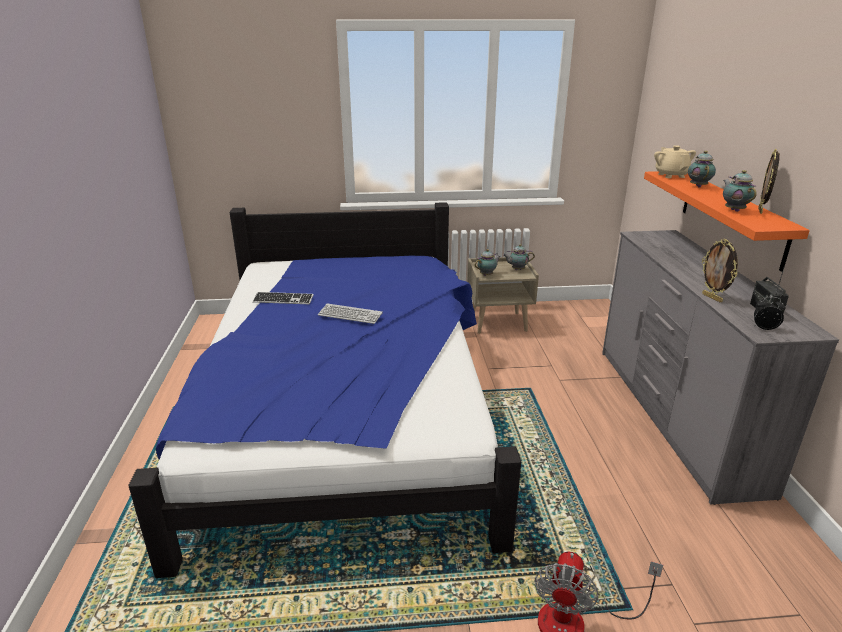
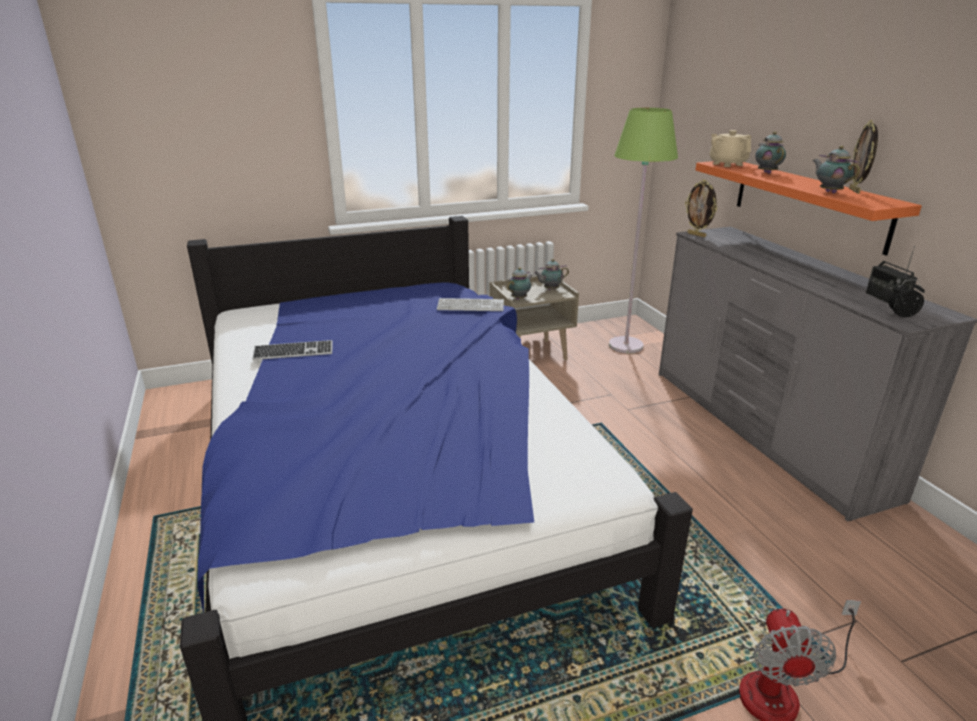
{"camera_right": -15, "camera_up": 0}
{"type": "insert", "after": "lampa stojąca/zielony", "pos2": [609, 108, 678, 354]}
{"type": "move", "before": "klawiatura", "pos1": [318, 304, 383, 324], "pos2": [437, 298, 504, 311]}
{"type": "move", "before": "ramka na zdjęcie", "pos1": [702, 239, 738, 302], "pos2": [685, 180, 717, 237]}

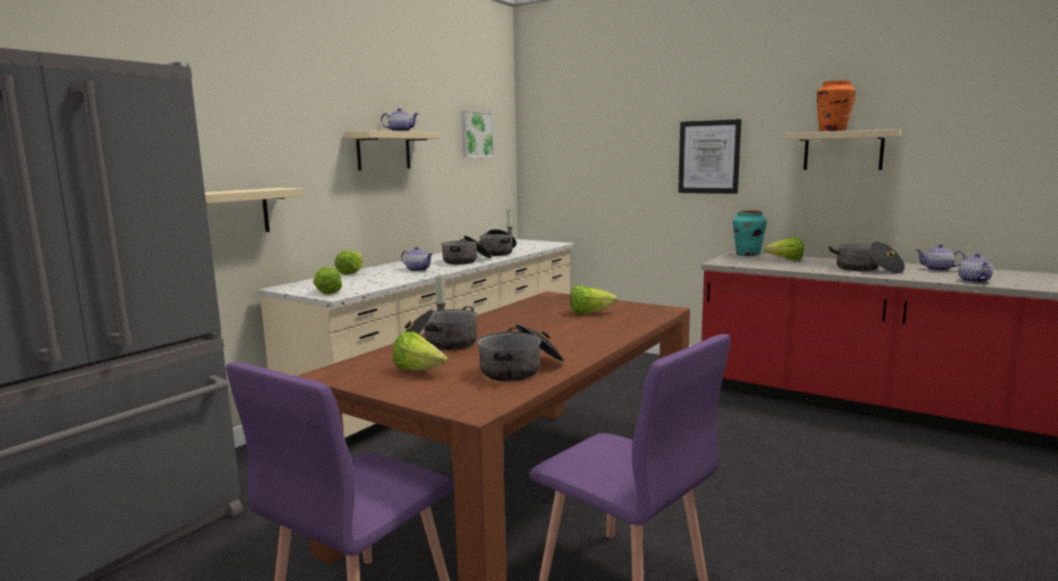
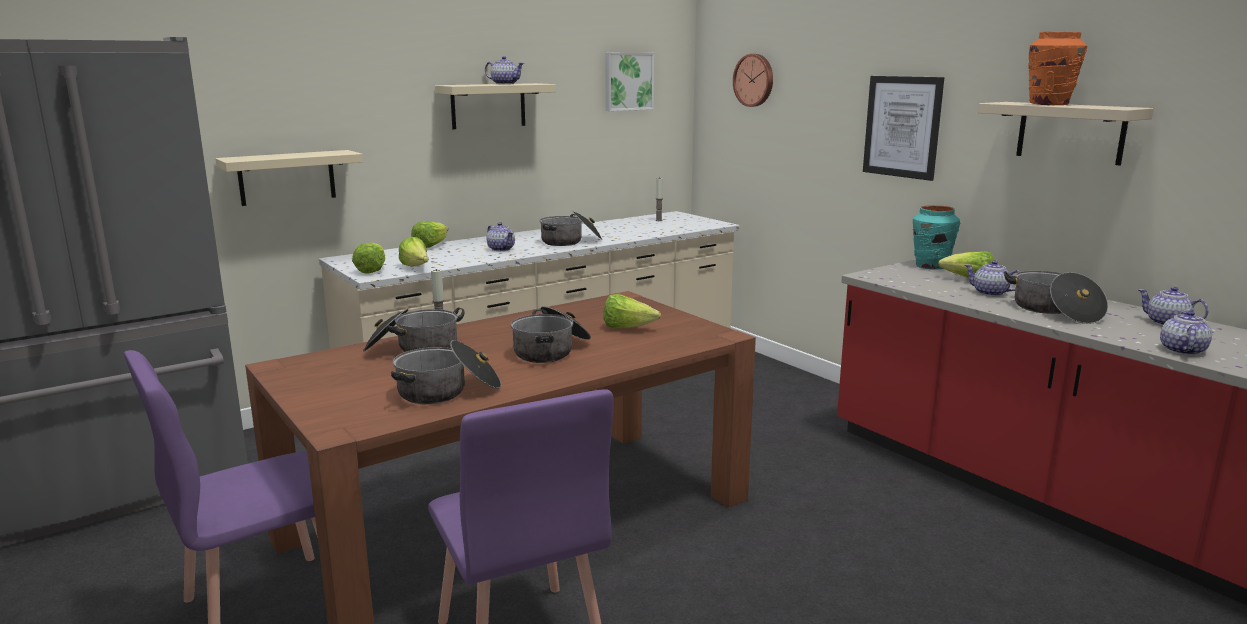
{"camera_right": 20, "camera_up": 5}
{"type": "insert", "after": "zegar ścienny", "pos2": [733, 54, 773, 107]}
{"type": "insert", "after": "imbryk", "pos2": [964, 260, 1020, 296]}
{"type": "move", "before": "sałata", "pos1": [393, 332, 448, 371], "pos2": [399, 237, 429, 267]}
{"type": "move", "before": "garnek", "pos1": [480, 229, 517, 256], "pos2": [511, 306, 591, 363]}

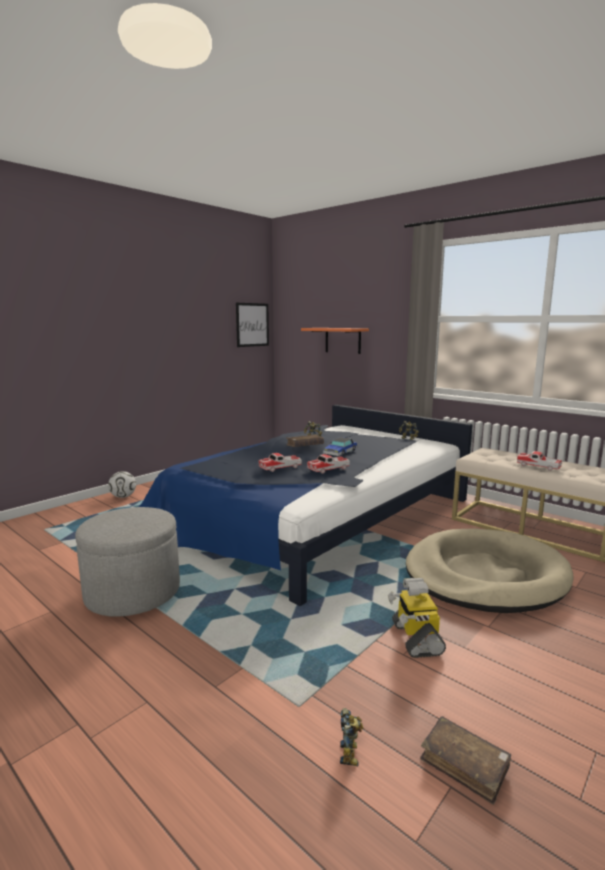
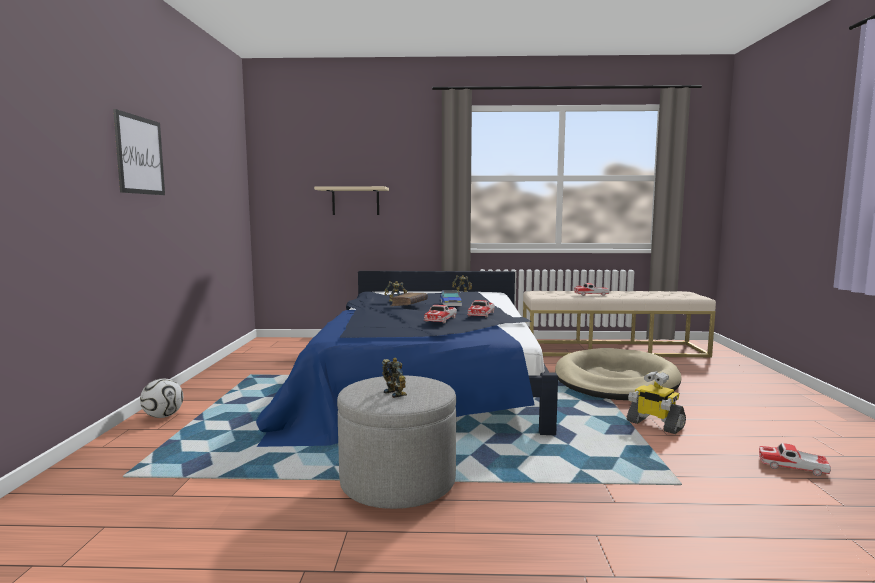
{"camera_right": -40, "camera_up": -5}
{"type": "move", "before": "obraz", "pos1": [236, 303, 269, 347], "pos2": [113, 109, 165, 195]}
{"type": "move", "before": "robot zabawkowy", "pos1": [340, 708, 364, 766], "pos2": [382, 358, 407, 398]}
{"type": "replace", "before": "książka/brązowy", "after": "samochodzik", "pos1": [420, 716, 511, 805], "pos2": [759, 443, 831, 476]}
{"type": "recolor", "before": "półka/pomarańczowy", "after": "półka/beżowy", "pos1": [301, 328, 369, 354], "pos2": [314, 186, 389, 215]}

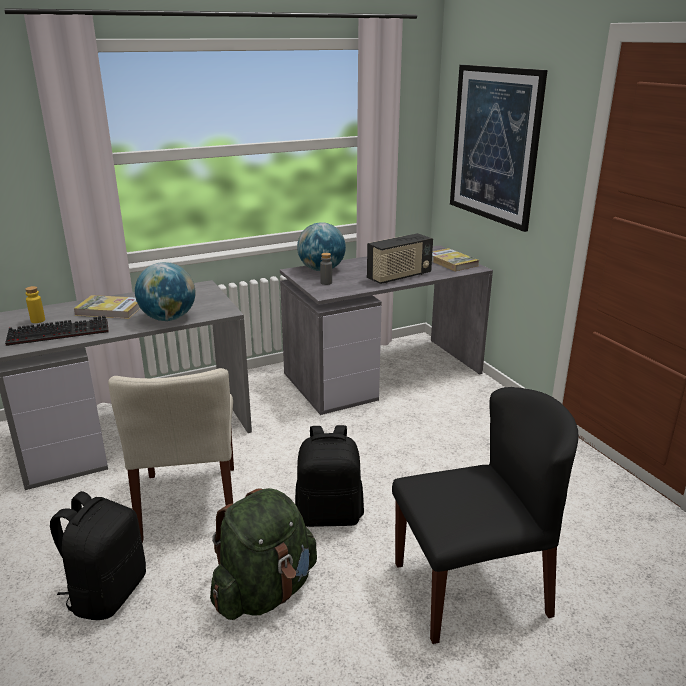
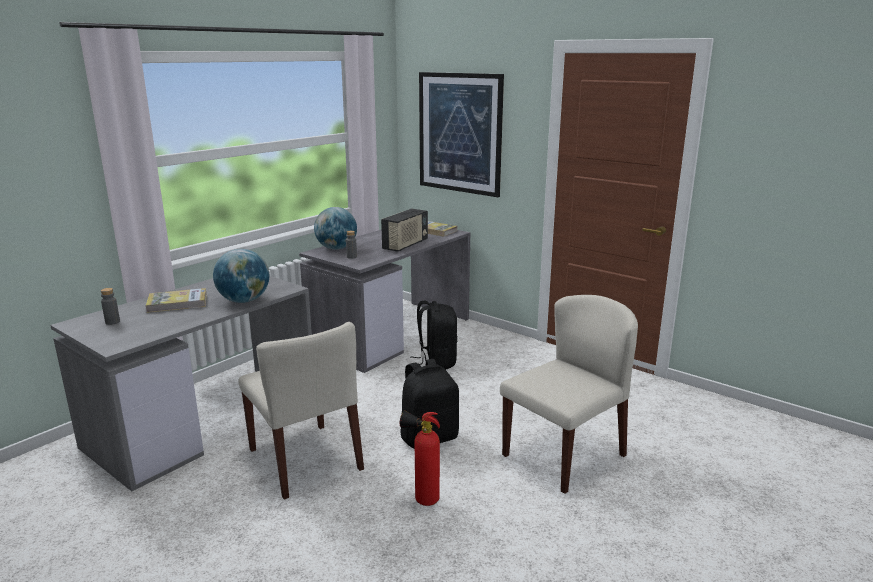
{"camera_right": -25, "camera_up": -5}
{"type": "delete", "before": "klawiatura", "pos1": [5, 316, 109, 346]}
{"type": "move", "before": "plecak/czarny", "pos1": [50, 491, 146, 620], "pos2": [410, 301, 458, 369]}
{"type": "replace", "before": "plecak/zielony", "after": "gaśnica", "pos1": [210, 488, 317, 620], "pos2": [400, 411, 440, 506]}
{"type": "recolor", "before": "butelka/żółty", "after": "butelka/szary", "pos1": [25, 286, 45, 323], "pos2": [101, 288, 120, 325]}
{"type": "recolor", "before": "krzesło/czarny", "after": "krzesło/beżowy", "pos1": [392, 387, 579, 644], "pos2": [500, 295, 638, 494]}

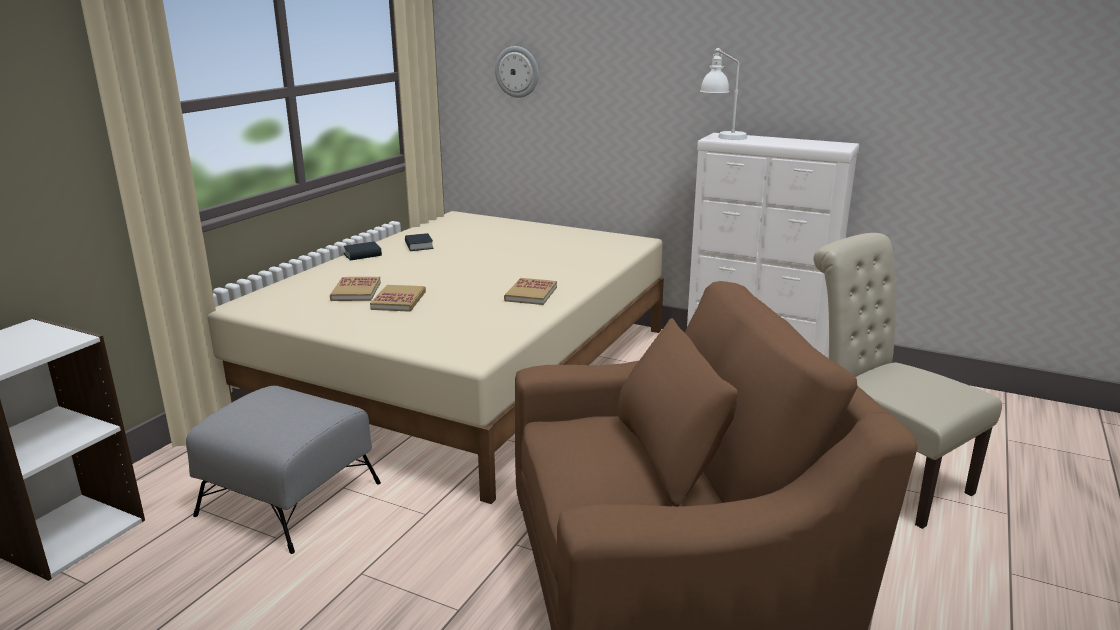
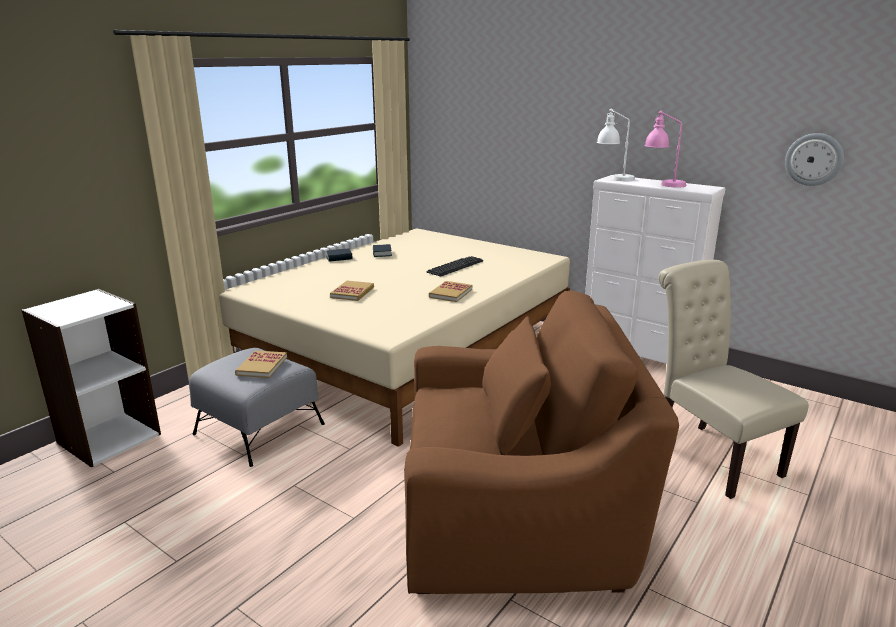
{"camera_right": 10, "camera_up": 0}
{"type": "insert", "after": "klawiatura", "pos2": [426, 256, 483, 276]}
{"type": "insert", "after": "lampa stołowa/różowy", "pos2": [644, 111, 686, 187]}
{"type": "move", "before": "książka", "pos1": [330, 277, 381, 301], "pos2": [235, 350, 287, 378]}
{"type": "move", "before": "zegar ścienny", "pos1": [495, 46, 539, 98], "pos2": [785, 133, 844, 186]}

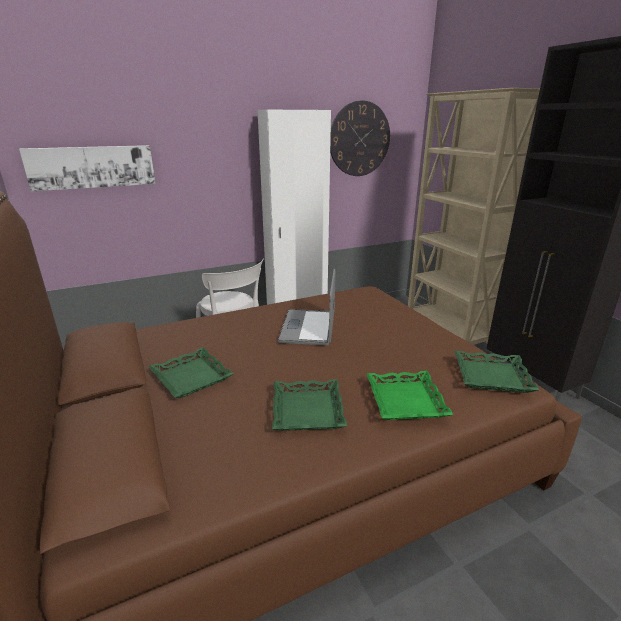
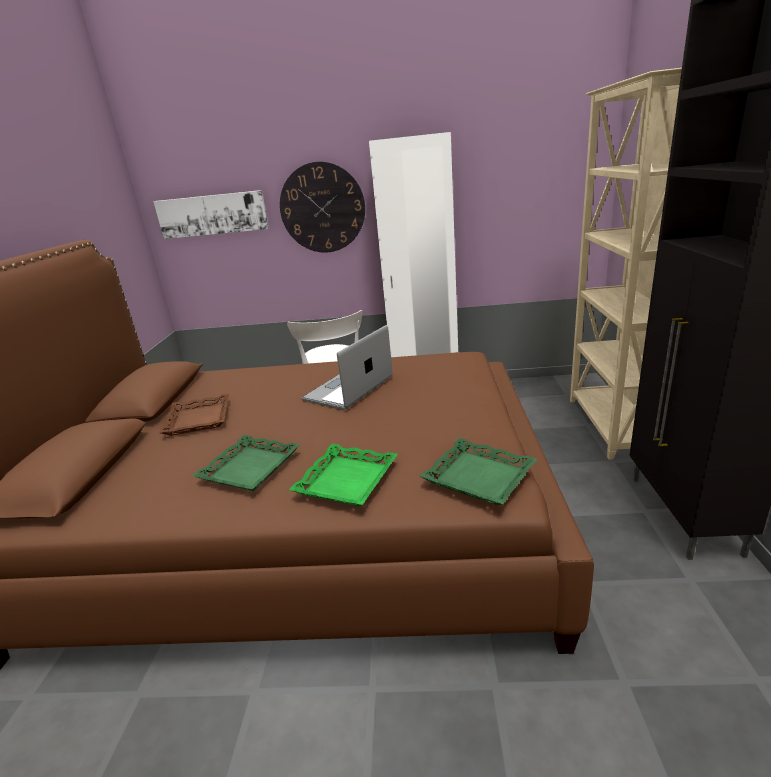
{"camera_right": 30, "camera_up": 0}
{"type": "move", "before": "zegar ścienny", "pos1": [330, 100, 390, 176], "pos2": [280, 162, 365, 253]}
{"type": "recolor", "before": "taca/zielony", "after": "taca/brązowy", "pos1": [148, 347, 234, 398], "pos2": [159, 394, 229, 436]}

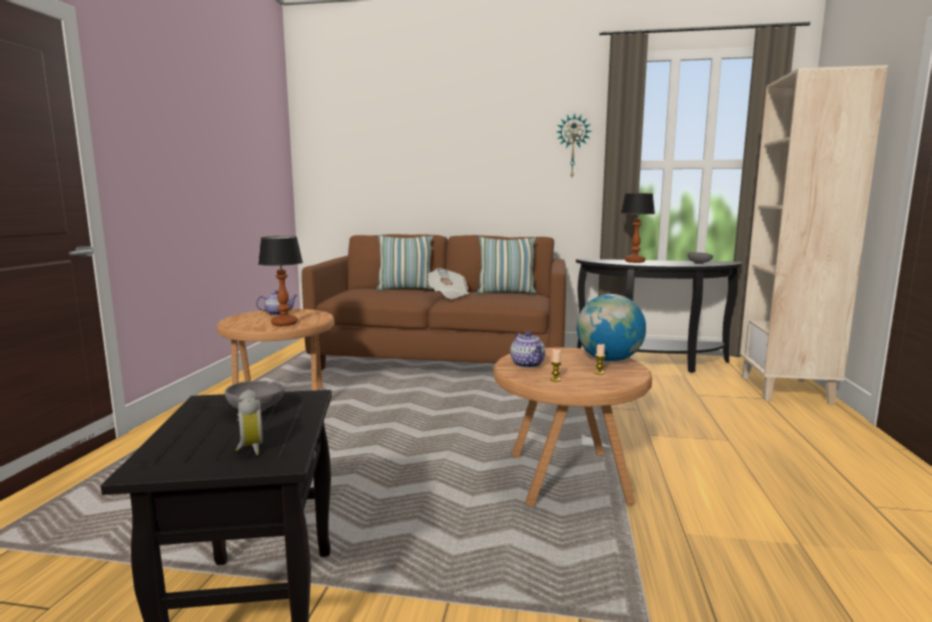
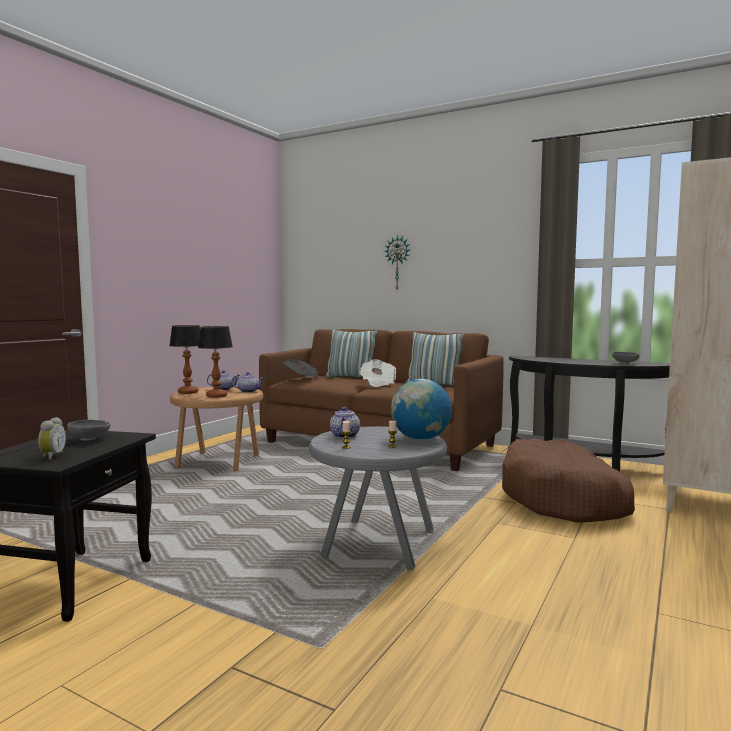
{"camera_right": 20, "camera_up": -5}
{"type": "insert", "after": "imbryk", "pos2": [231, 372, 265, 393]}
{"type": "insert", "after": "gazeta", "pos2": [283, 359, 318, 377]}
{"type": "insert", "after": "legowisko/brązowy", "pos2": [502, 438, 635, 523]}
{"type": "move", "before": "zegar ścienny", "pos1": [557, 113, 592, 177], "pos2": [384, 235, 410, 289]}
{"type": "move", "before": "lampa stołowa", "pos1": [621, 193, 655, 263], "pos2": [169, 325, 200, 394]}
{"type": "recolor", "before": "stolik/brązowy", "after": "stolik/szary", "pos1": [493, 347, 652, 507], "pos2": [309, 426, 447, 570]}

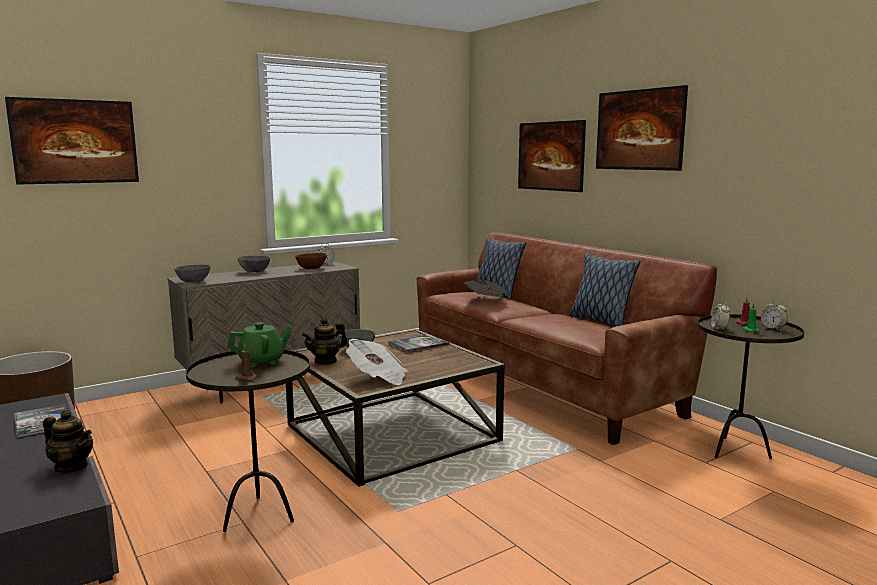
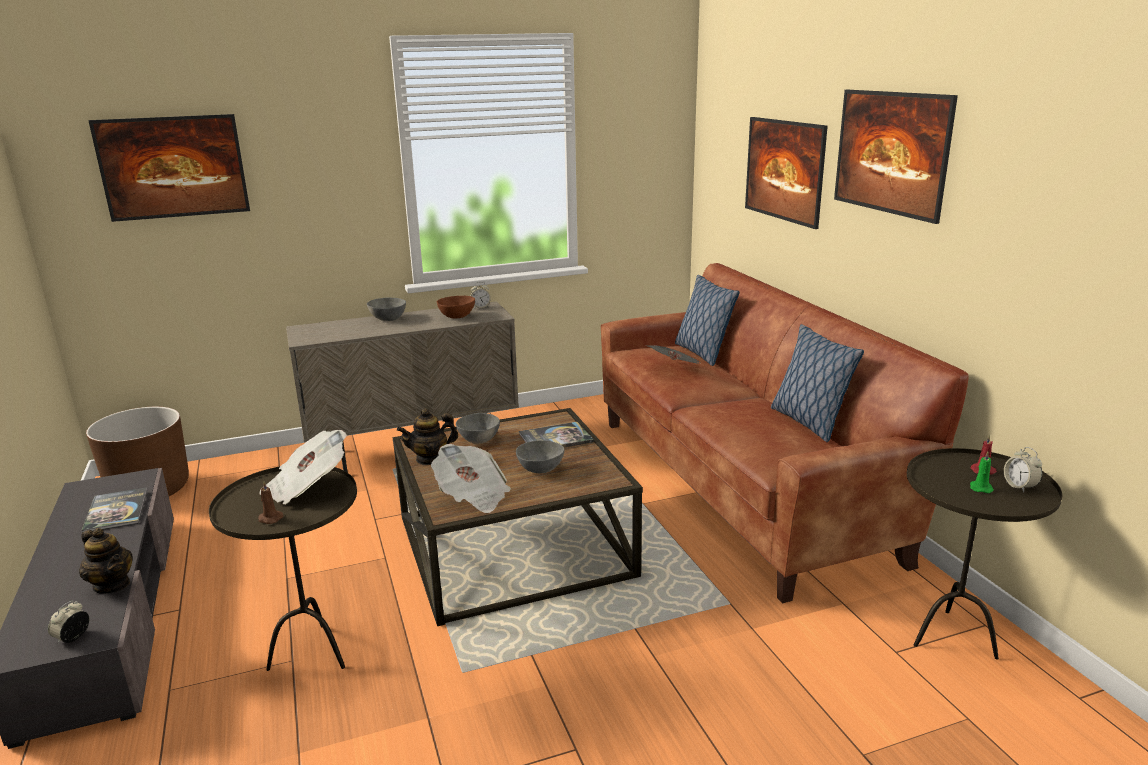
{"camera_right": 15, "camera_up": 10}
{"type": "move", "before": "miska/szary", "pos1": [174, 265, 211, 283], "pos2": [516, 441, 564, 473]}
{"type": "move", "before": "budzik", "pos1": [711, 301, 730, 330], "pos2": [48, 601, 89, 643]}
{"type": "replace", "before": "imbryk/zielony", "after": "gazeta", "pos1": [227, 322, 292, 367], "pos2": [259, 430, 347, 504]}

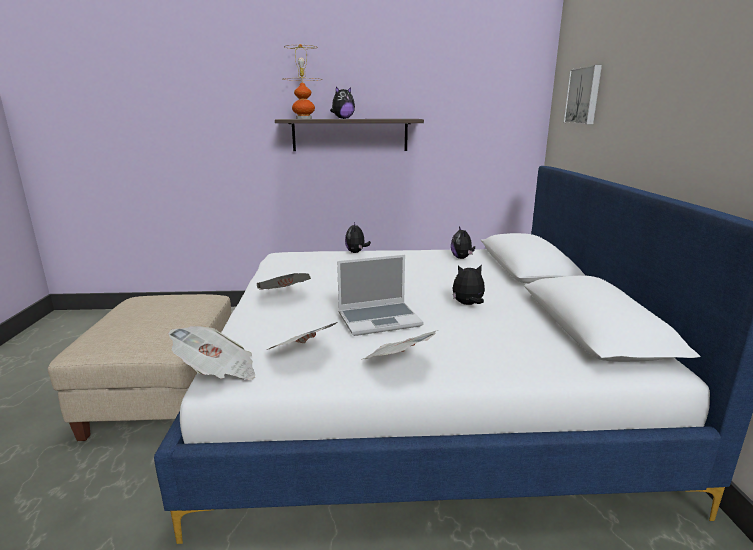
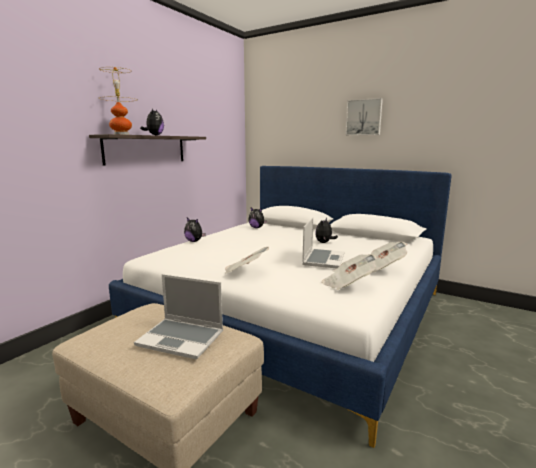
{"camera_right": -55, "camera_up": -5}
{"type": "delete", "before": "gazeta", "pos1": [168, 326, 255, 379]}
{"type": "insert", "after": "laptop", "pos2": [134, 274, 223, 359]}
{"type": "move", "before": "obraz", "pos1": [563, 65, 602, 125], "pos2": [345, 98, 383, 135]}

